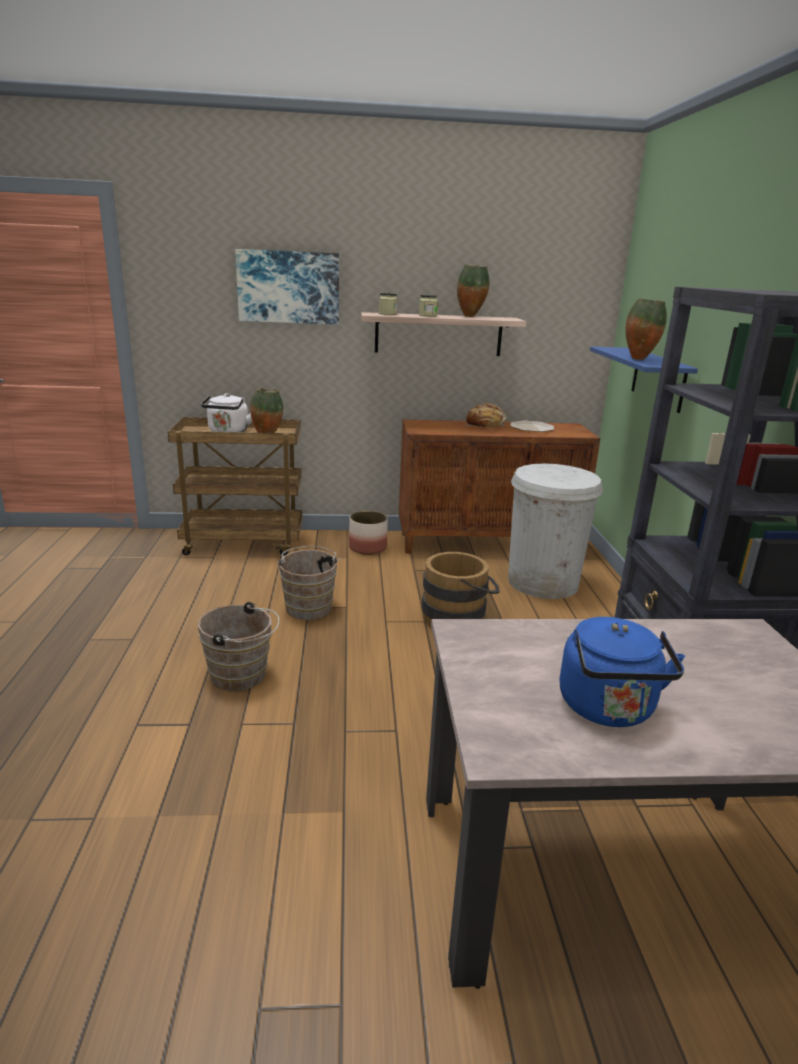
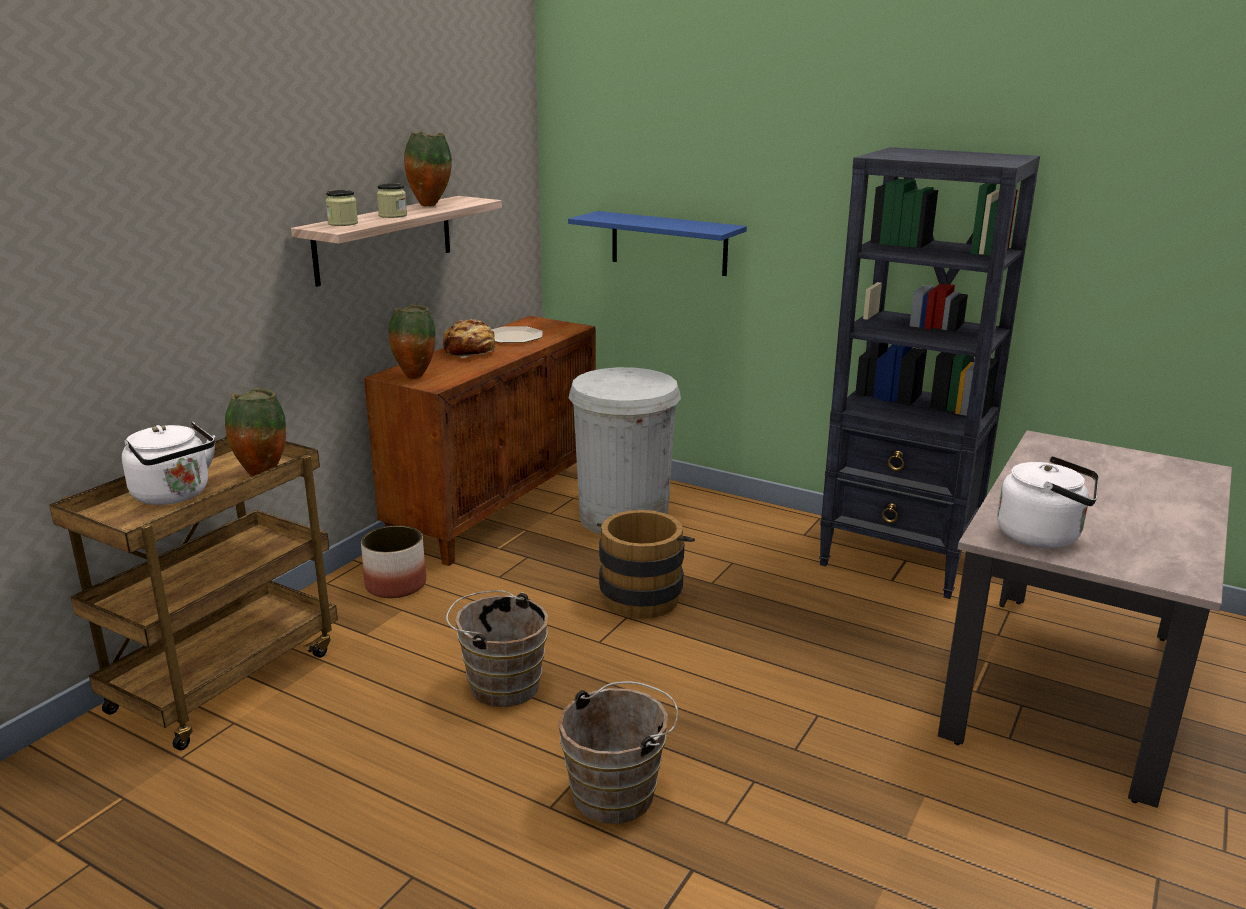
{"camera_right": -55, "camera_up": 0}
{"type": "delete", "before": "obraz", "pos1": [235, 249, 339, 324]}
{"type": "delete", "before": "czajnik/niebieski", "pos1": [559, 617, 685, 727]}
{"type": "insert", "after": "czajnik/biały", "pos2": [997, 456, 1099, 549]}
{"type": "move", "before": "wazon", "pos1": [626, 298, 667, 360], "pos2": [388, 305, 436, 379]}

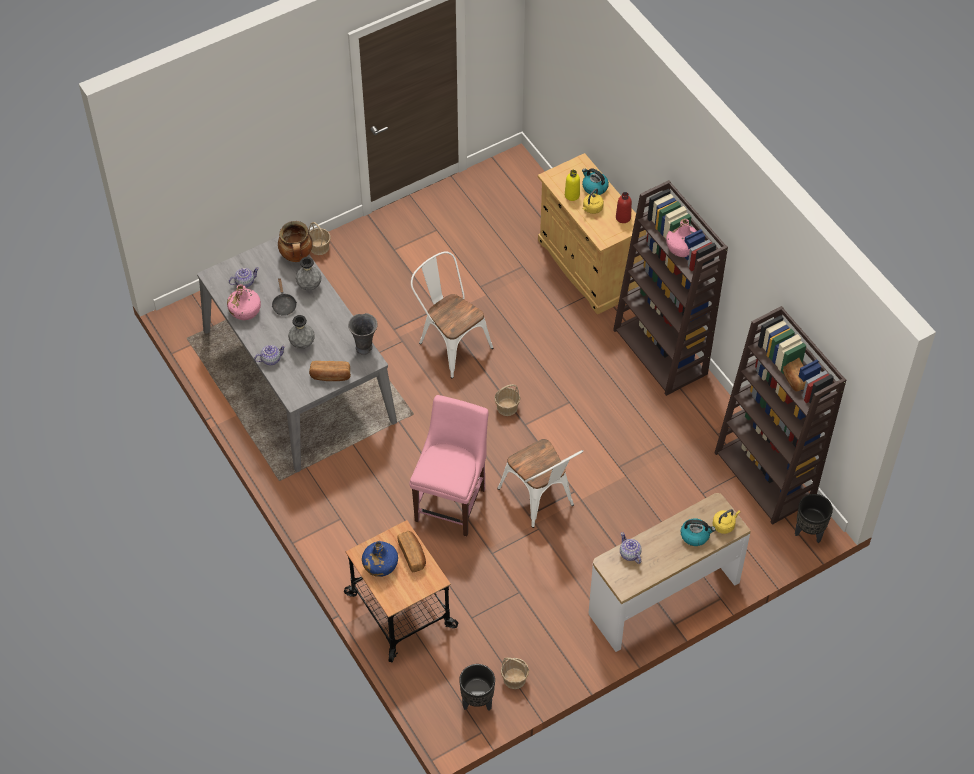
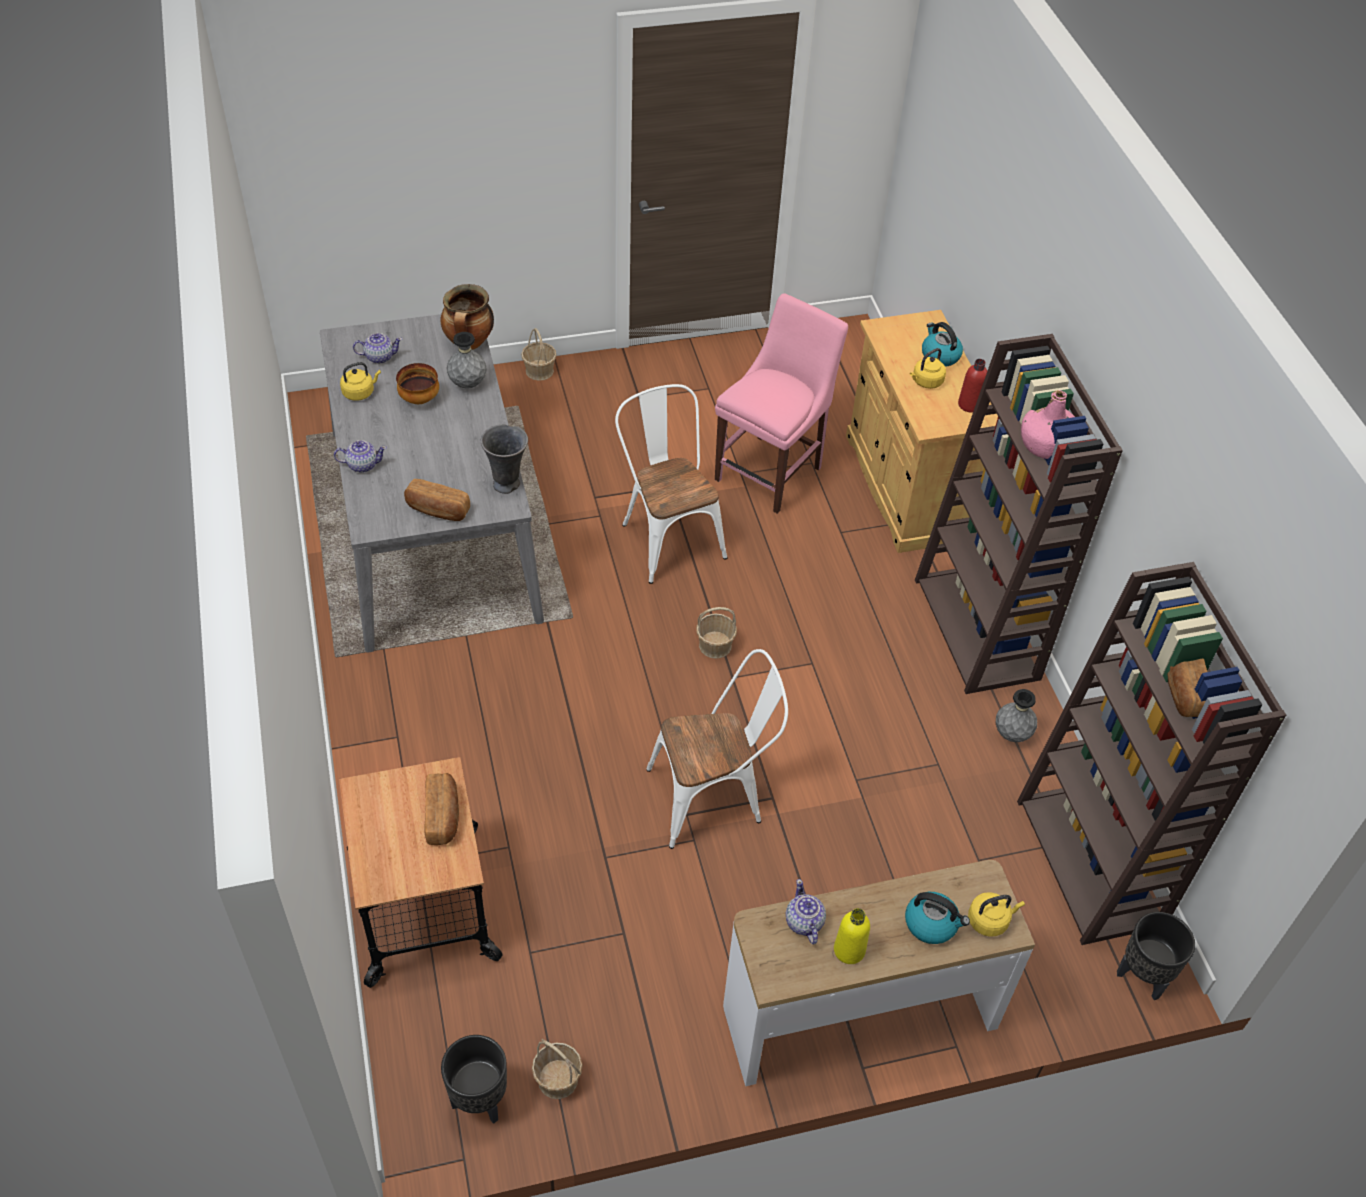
{"camera_right": 15, "camera_up": -5}
{"type": "delete", "before": "butelka/niebieski", "pos1": [362, 541, 398, 577]}
{"type": "move", "before": "wazon/szary", "pos1": [288, 315, 315, 349], "pos2": [996, 689, 1037, 742]}
{"type": "move", "before": "krzesło/różowy", "pos1": [409, 395, 488, 536], "pos2": [715, 293, 848, 514]}
{"type": "move", "before": "butelka/żółty", "pos1": [565, 170, 580, 201], "pos2": [834, 908, 870, 964]}
{"type": "replace", "before": "butelka/różowy", "after": "czajnik/żółty", "pos1": [227, 284, 261, 320], "pos2": [340, 362, 381, 401]}
{"type": "replace", "before": "patelnia/czarny", "after": "miska", "pos1": [272, 279, 297, 316], "pos2": [396, 363, 439, 404]}
{"type": "rotate", "before": "krzesło/biały", "pos1": [497, 439, 584, 528], "pos2": [646, 649, 788, 849], "turn": -90}

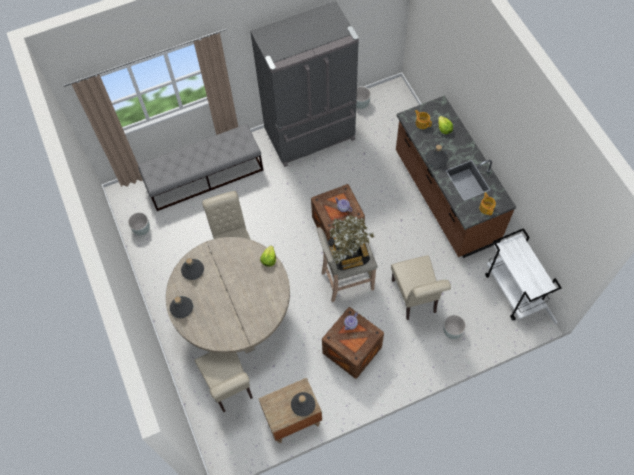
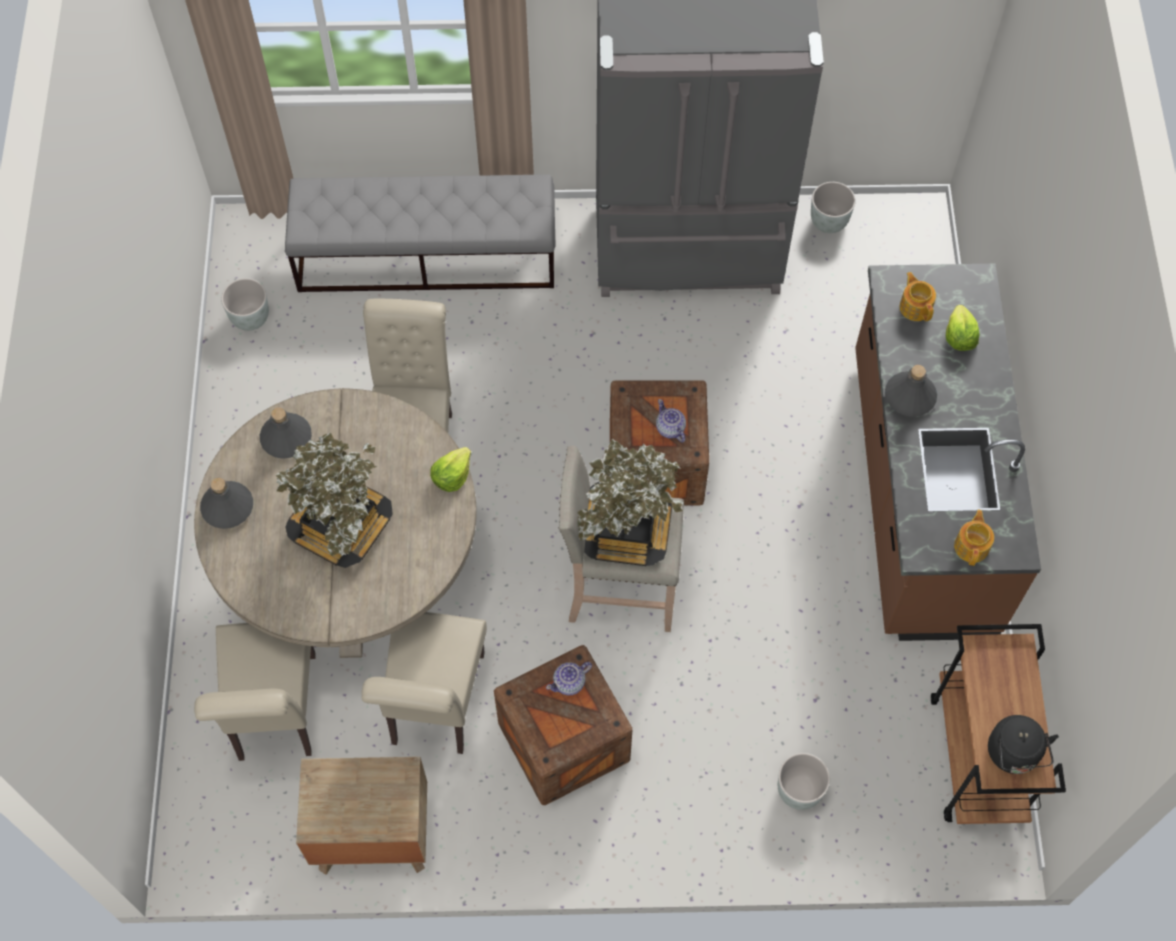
{"camera_right": 20, "camera_up": 0}
{"type": "delete", "before": "butelka/szary", "pos1": [291, 392, 315, 416]}
{"type": "insert", "after": "roślina doniczkowa", "pos2": [275, 432, 393, 568]}
{"type": "insert", "after": "czajnik/czarny", "pos2": [988, 715, 1059, 774]}
{"type": "move", "before": "krzesło/beżowy", "pos1": [391, 255, 451, 320], "pos2": [361, 612, 487, 754]}
{"type": "recolor", "before": "wózek/biały", "after": "wózek/brązowy", "pos1": [485, 228, 562, 320], "pos2": [931, 624, 1066, 824]}

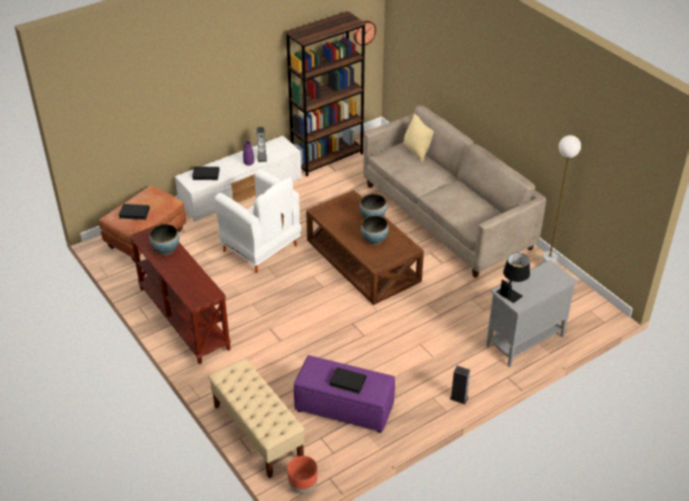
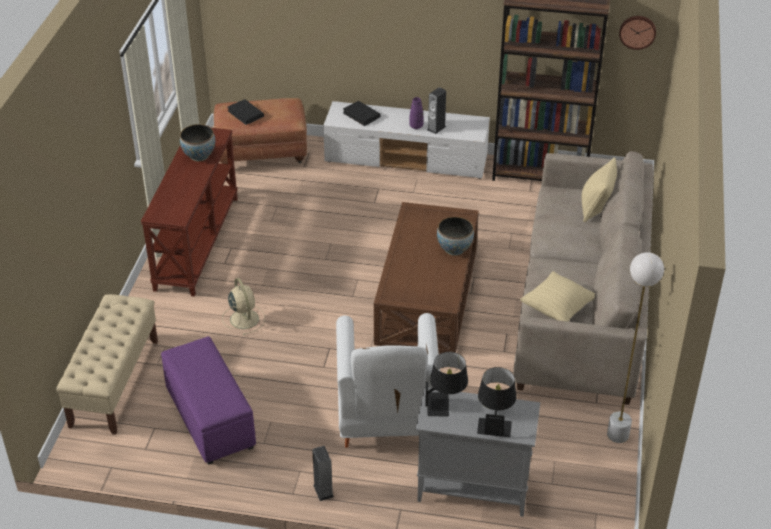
{"camera_right": 45, "camera_up": 0}
{"type": "delete", "before": "donica/brązowy", "pos1": [287, 456, 318, 494]}
{"type": "delete", "before": "książka/czarny", "pos1": [329, 367, 366, 394]}
{"type": "delete", "before": "miska", "pos1": [361, 216, 389, 245]}
{"type": "insert", "after": "wentylator/beżowy", "pos2": [222, 278, 265, 335]}
{"type": "insert", "after": "lampa stołowa/czarny", "pos2": [477, 367, 516, 437]}
{"type": "insert", "after": "poduszka/beżowy", "pos2": [520, 271, 595, 321]}
{"type": "move", "before": "fotel/biały", "pos1": [215, 169, 301, 273], "pos2": [336, 313, 440, 448]}

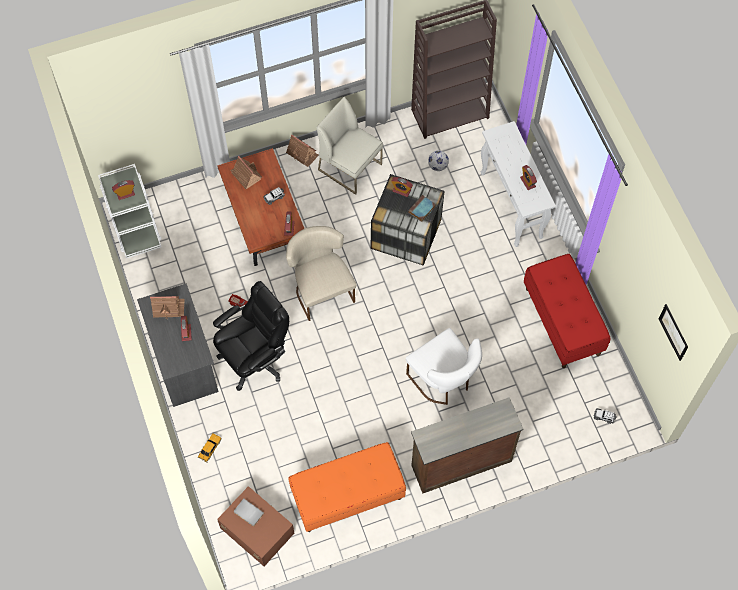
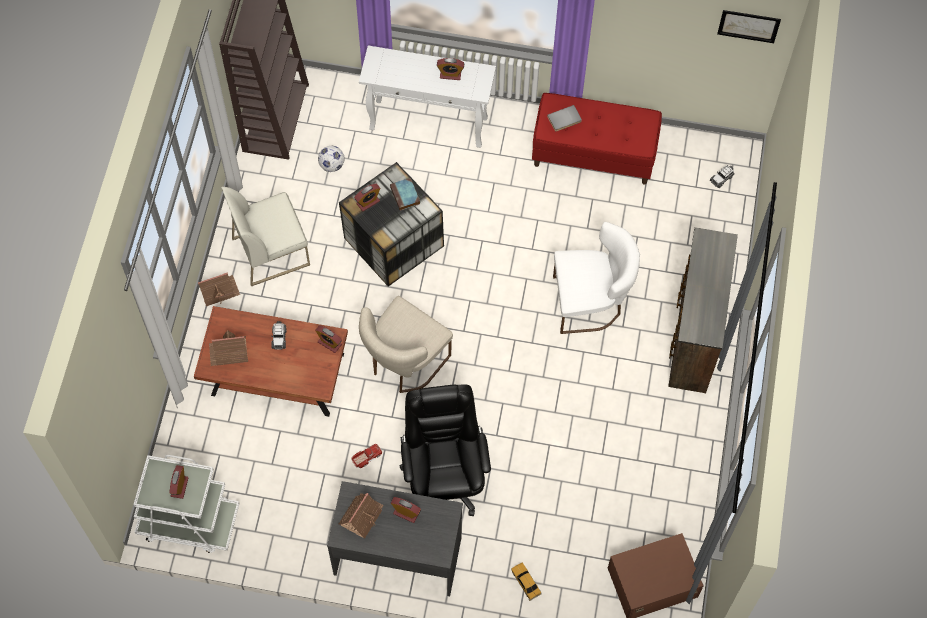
{"camera_right": -60, "camera_up": 0}
{"type": "delete", "before": "ławka/pomarańczowy", "pos1": [288, 442, 406, 532]}
{"type": "move", "before": "książka/szary", "pos1": [234, 498, 264, 527], "pos2": [547, 105, 582, 131]}
{"type": "rotate", "before": "krzesło/beżowy", "pos1": [286, 226, 356, 321], "pos2": [359, 296, 453, 393], "turn": -60}

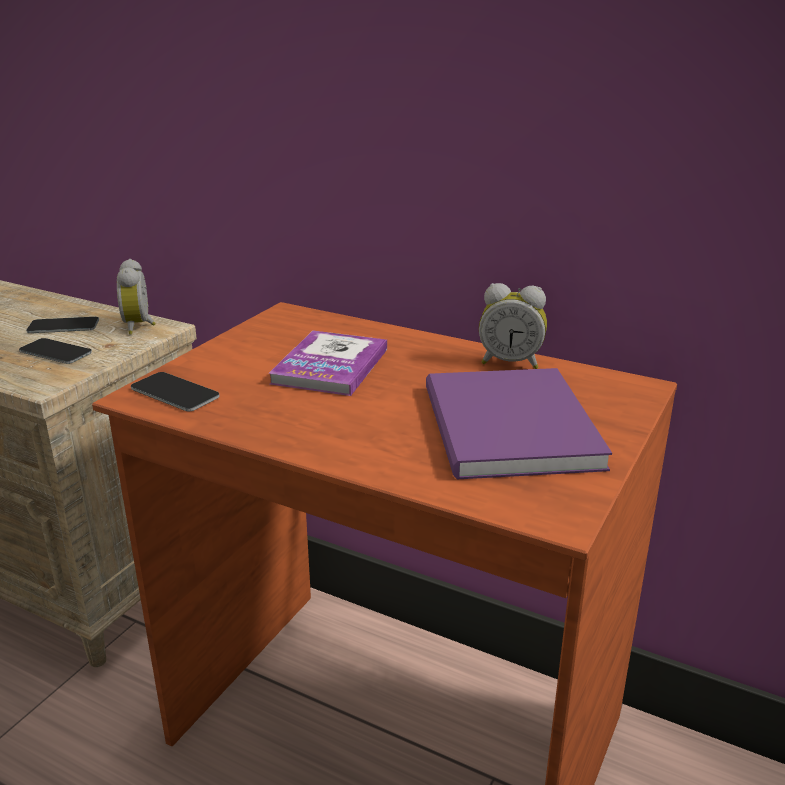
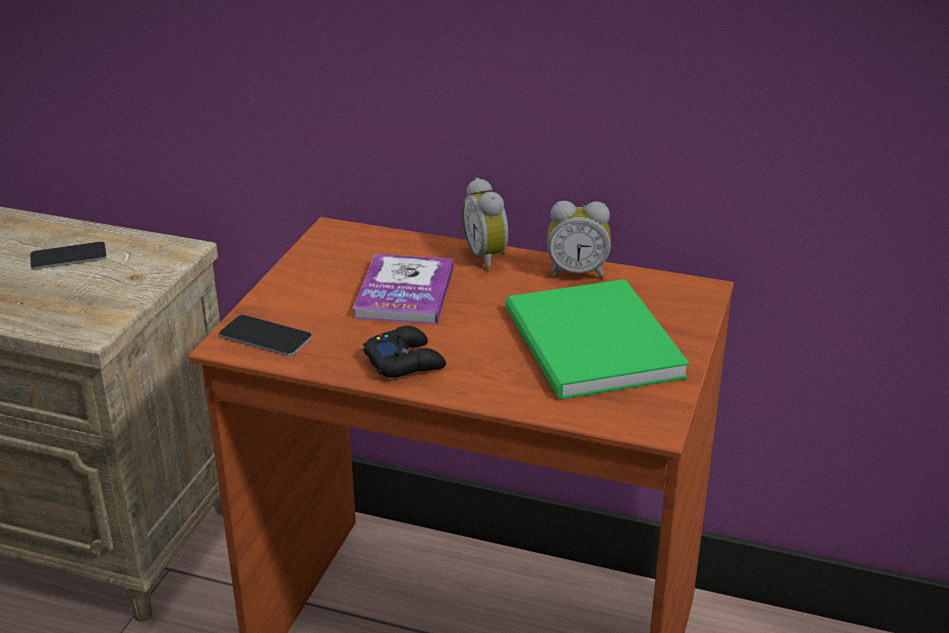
{"camera_right": -10, "camera_up": 5}
{"type": "delete", "before": "telefon", "pos1": [19, 338, 92, 364]}
{"type": "insert", "after": "pad do gier/czarny", "pos2": [363, 326, 446, 378]}
{"type": "move", "before": "budzik", "pos1": [117, 259, 156, 334], "pos2": [462, 178, 508, 270]}
{"type": "recolor", "before": "książka/fioletowy", "after": "książka/zielony", "pos1": [426, 368, 612, 479], "pos2": [506, 279, 689, 400]}

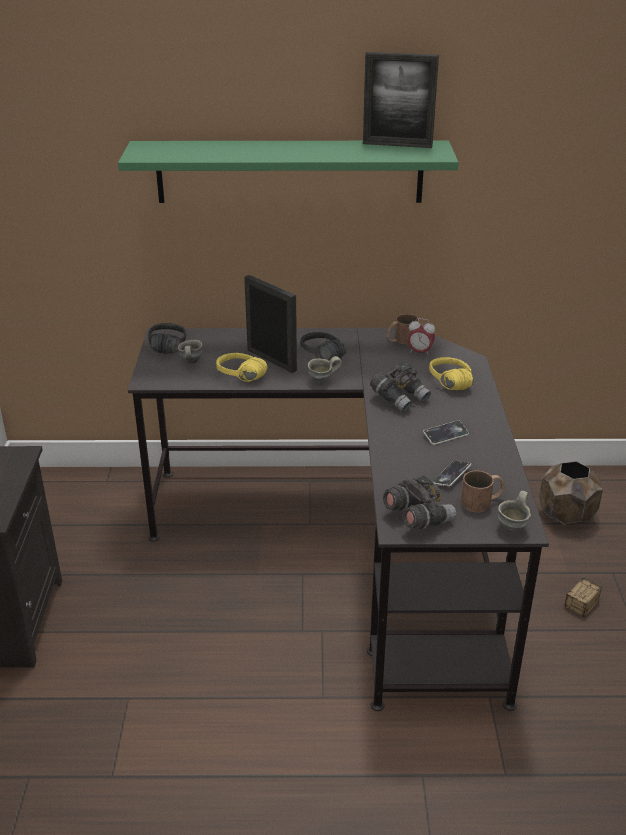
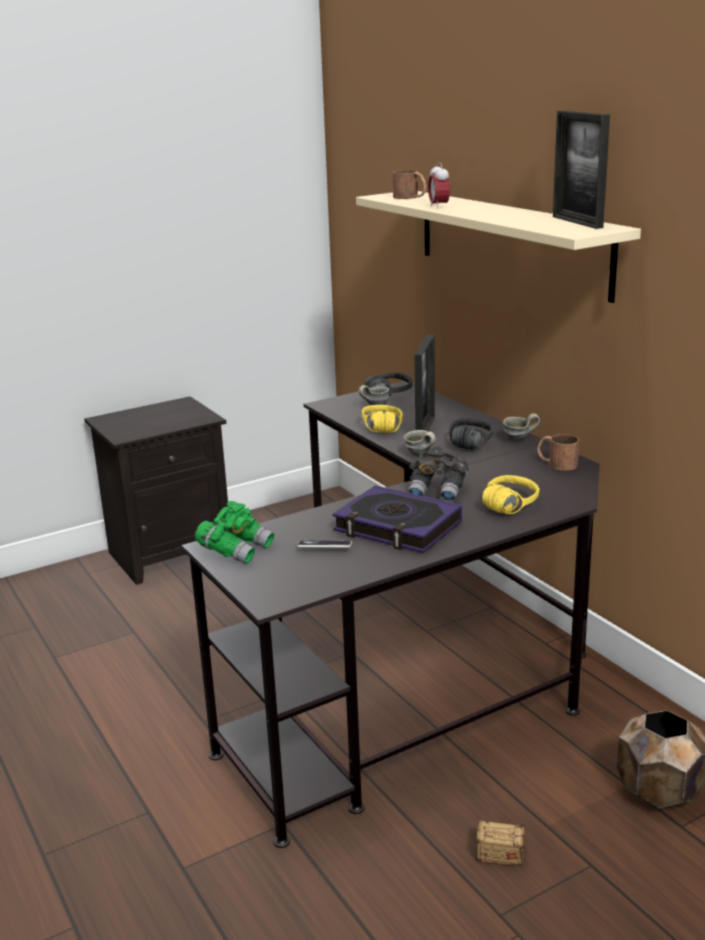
{"camera_right": 60, "camera_up": -10}
{"type": "move", "before": "budzik", "pos1": [407, 318, 435, 356], "pos2": [428, 162, 450, 209]}
{"type": "move", "before": "kubek/brązowy", "pos1": [461, 471, 504, 512], "pos2": [393, 170, 427, 199]}
{"type": "move", "before": "kubek/szary", "pos1": [498, 491, 531, 532], "pos2": [503, 413, 540, 442]}
{"type": "replace", "before": "telefon", "after": "książka", "pos1": [423, 420, 469, 445], "pos2": [333, 485, 462, 553]}
{"type": "recolor", "before": "półka/zielony", "after": "półka/beżowy", "pos1": [118, 140, 459, 203], "pos2": [356, 191, 641, 303]}
{"type": "recolor", "before": "lornetka/szary", "after": "lornetka/zielony", "pos1": [383, 475, 456, 530], "pos2": [195, 501, 274, 564]}

